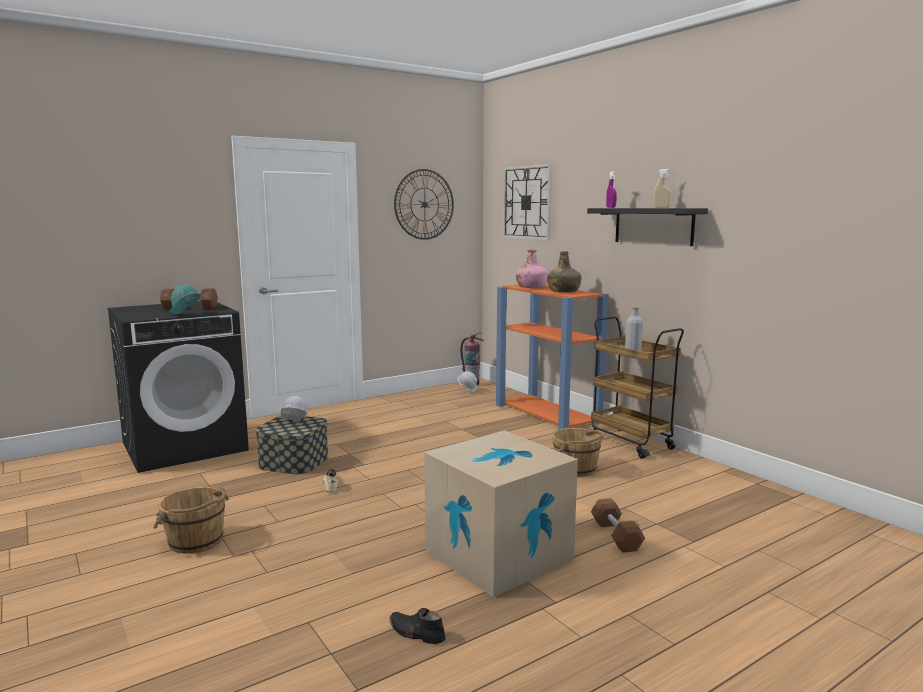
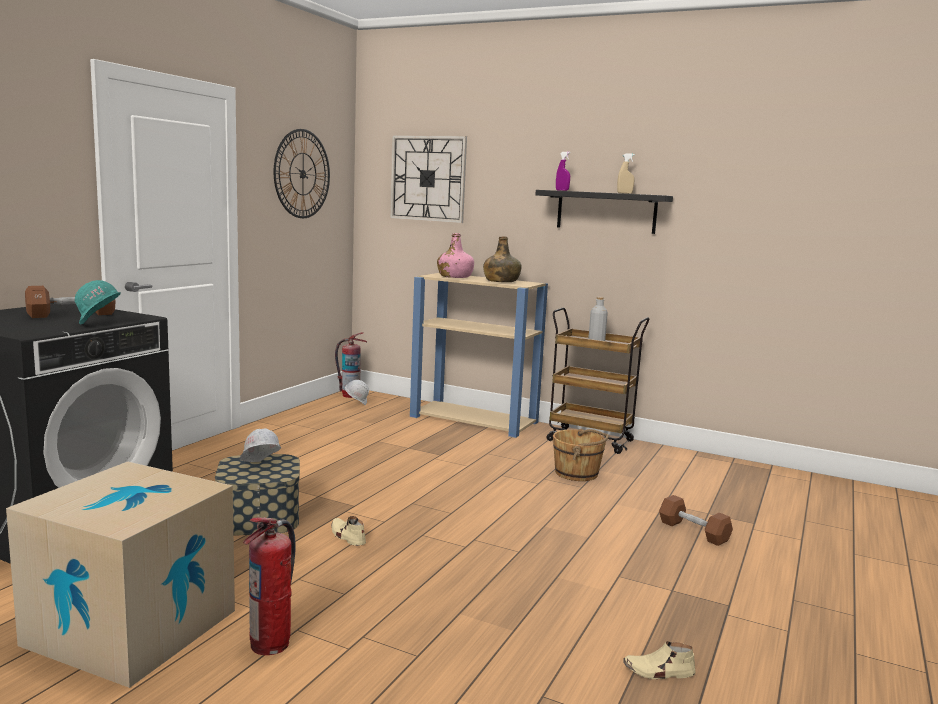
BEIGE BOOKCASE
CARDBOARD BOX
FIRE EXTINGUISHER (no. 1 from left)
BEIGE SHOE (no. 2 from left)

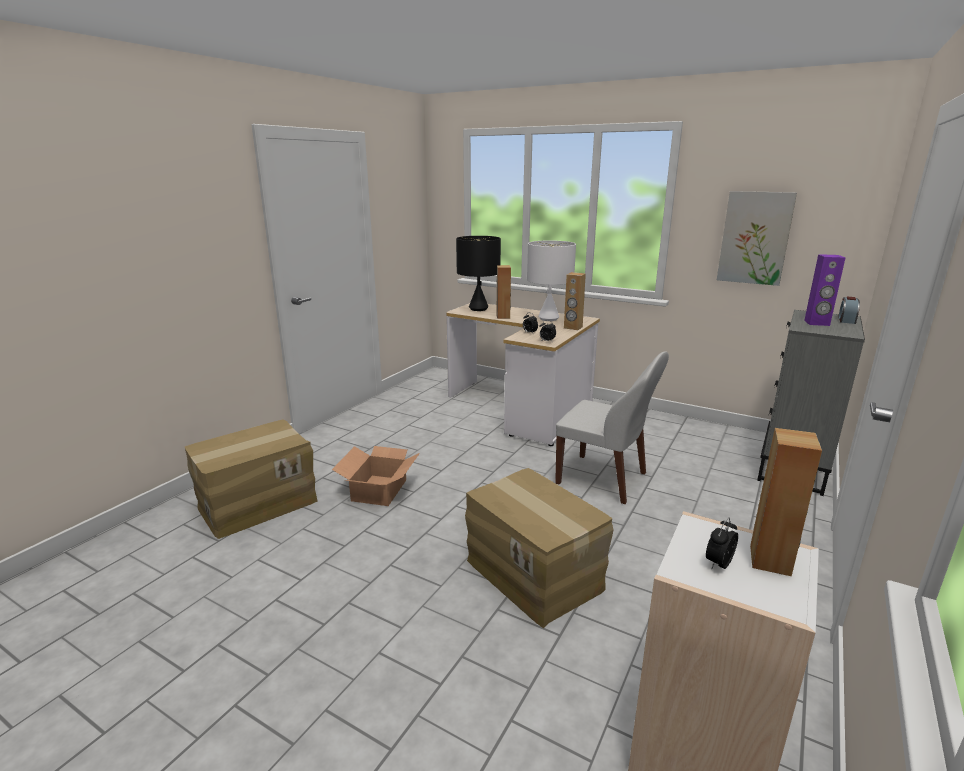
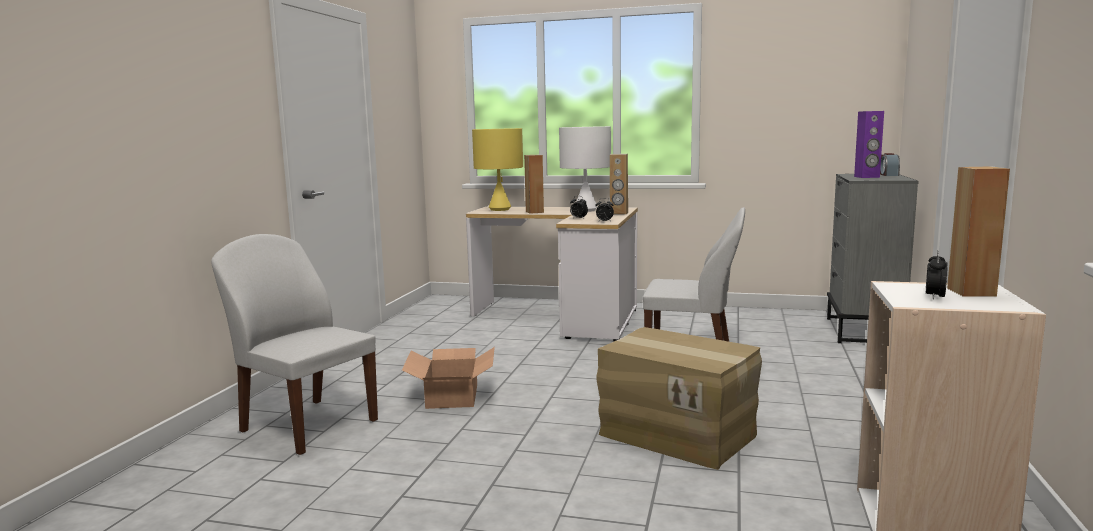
WALL ART
YELLOW-COLOURED TABLETOP LAMP
WHITISH PLAIN CHAIR (no. 1 from left)

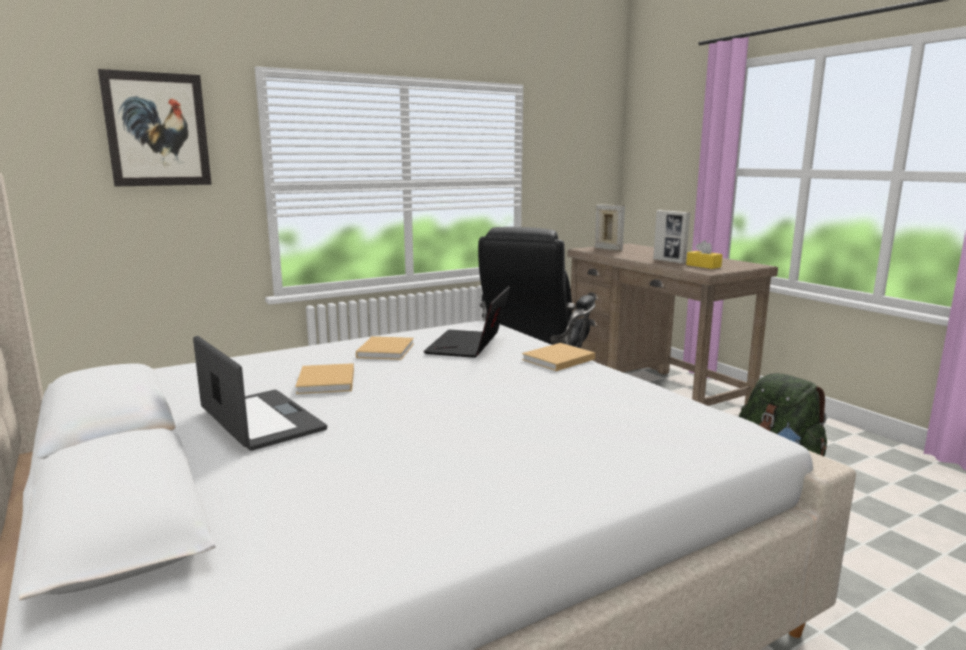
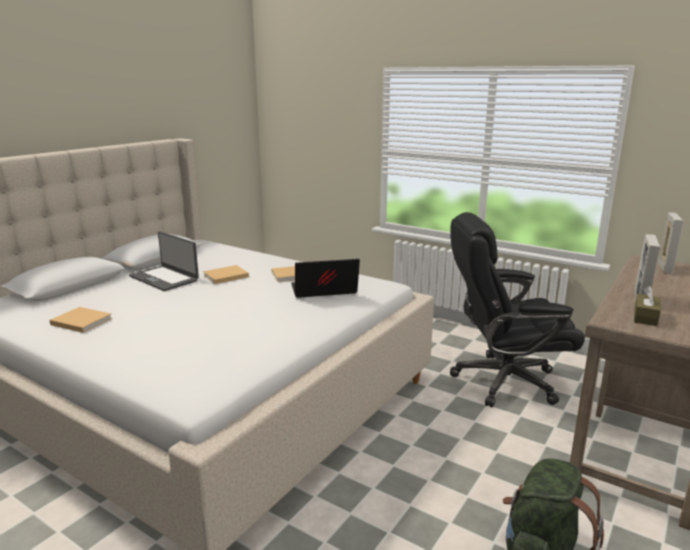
WALL ART
BROWNISH BOX OF TISSUES
PORTABLE COMPUTER (no. 1 from left)
BEIGE BOOK (no. 1 from left)

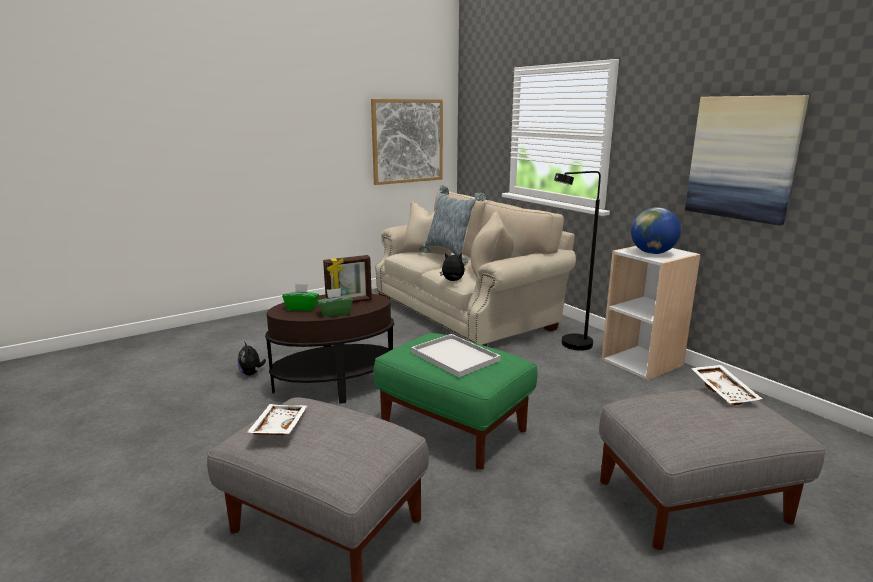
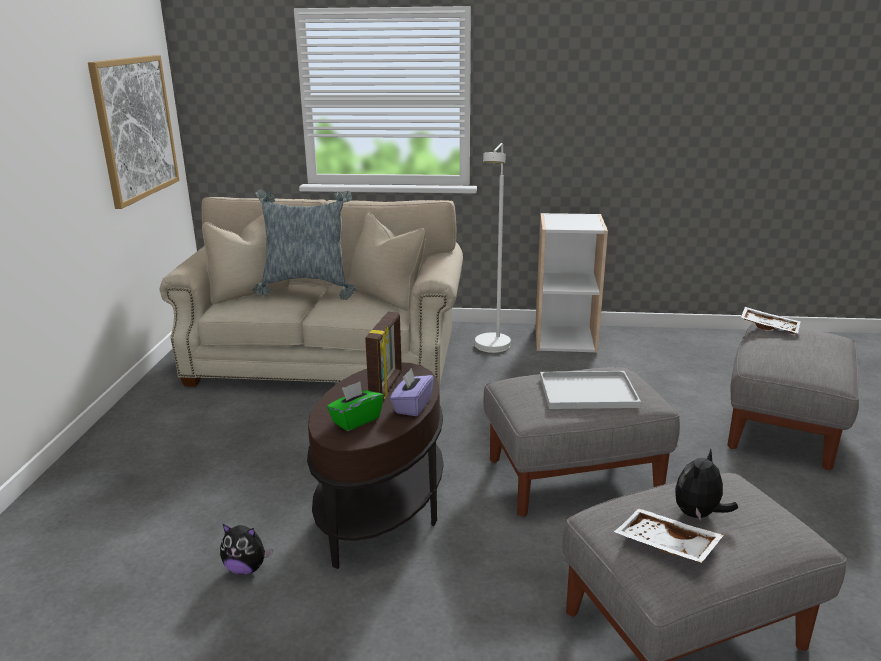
WALL ART (no. 2 from left in the first image)
WHITISH STANDARD LAMP
GLOBE
SOFT TOY (no. 2 from left)
PURPLE BOX OF TISSUES
GREYISH FOOTREST (no. 1 from left)

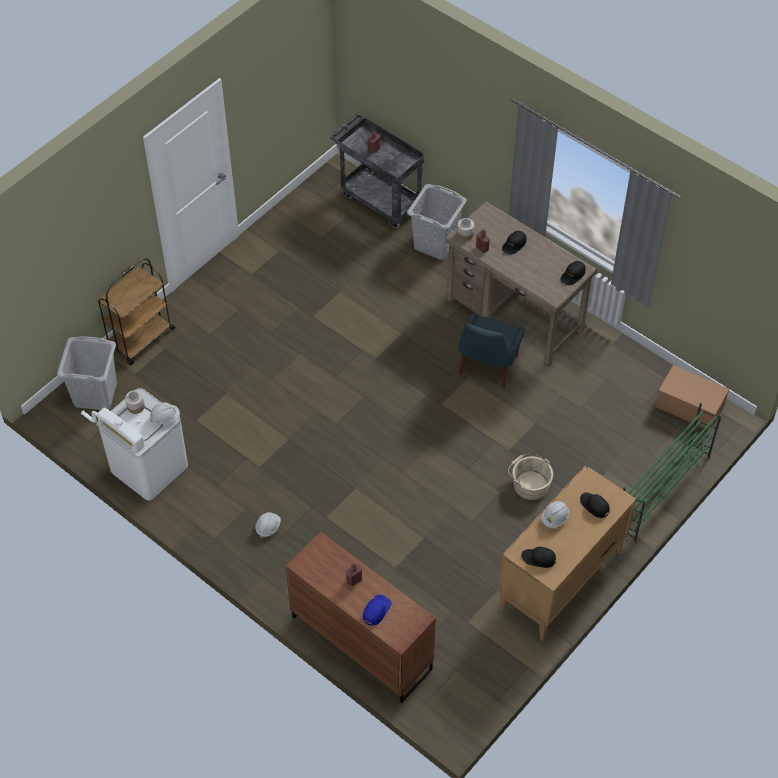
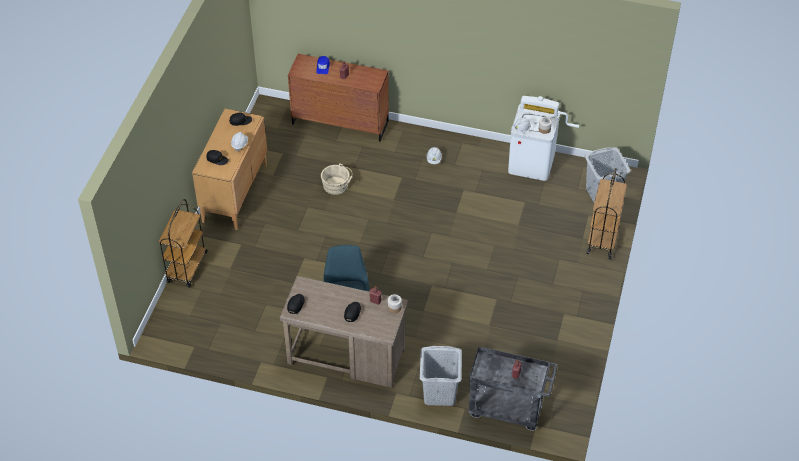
CARDBOARD BOX
BROWNISH TROLLEY (no. 1 from left)
BEIGE BUCKET

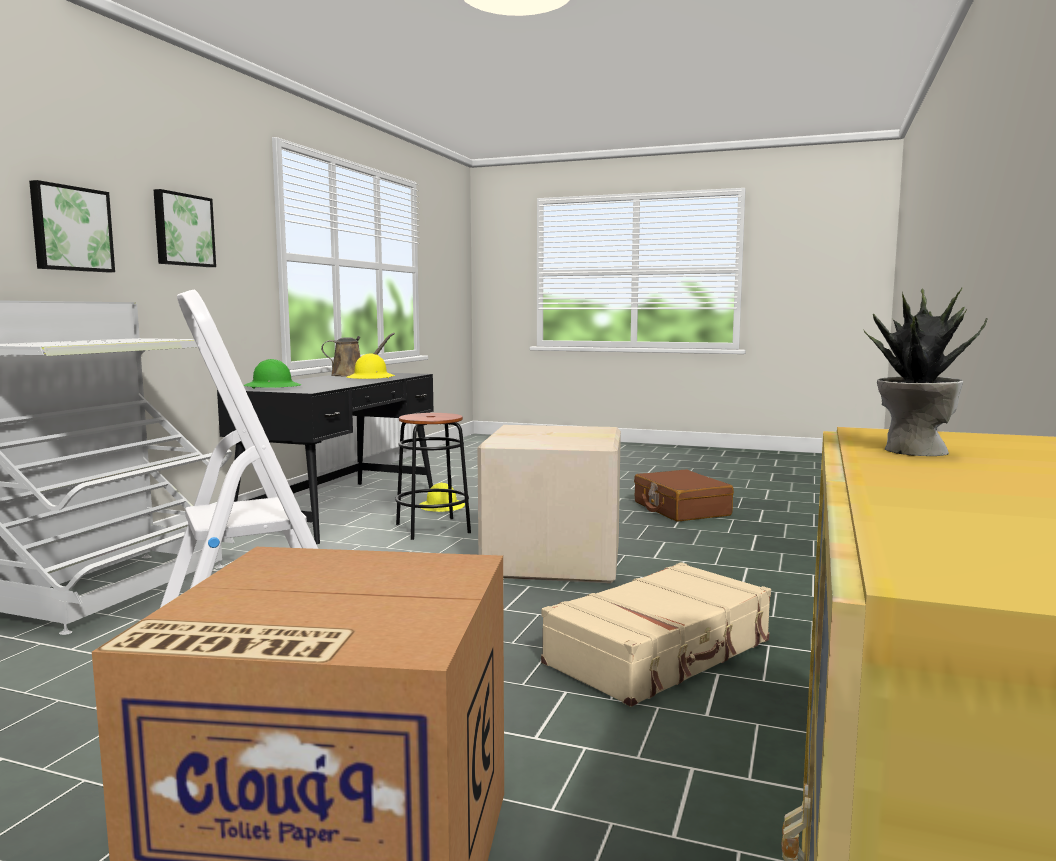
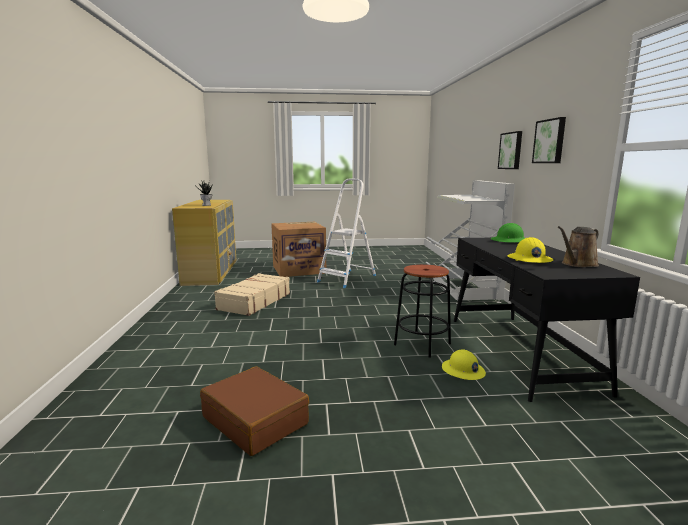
CARDBOARD BOX (no. 2 from left in the first image)

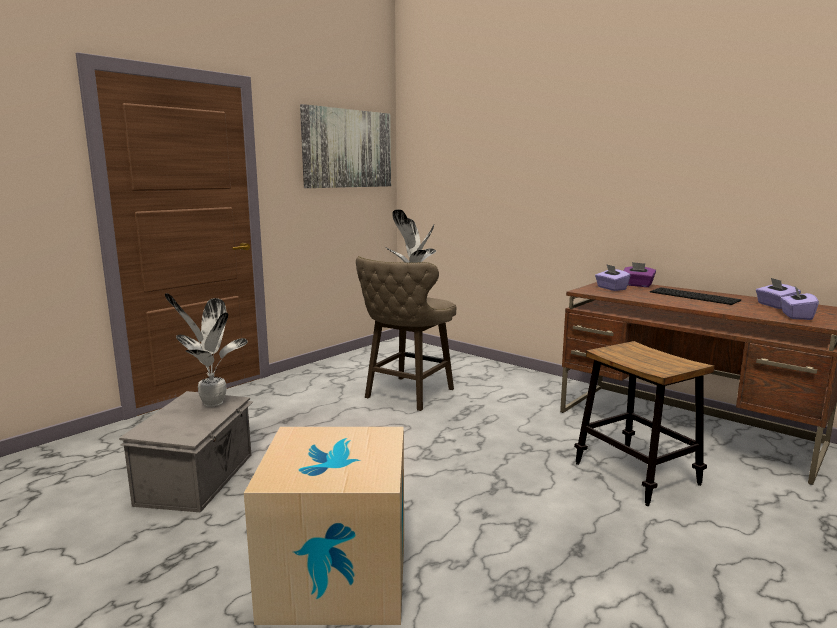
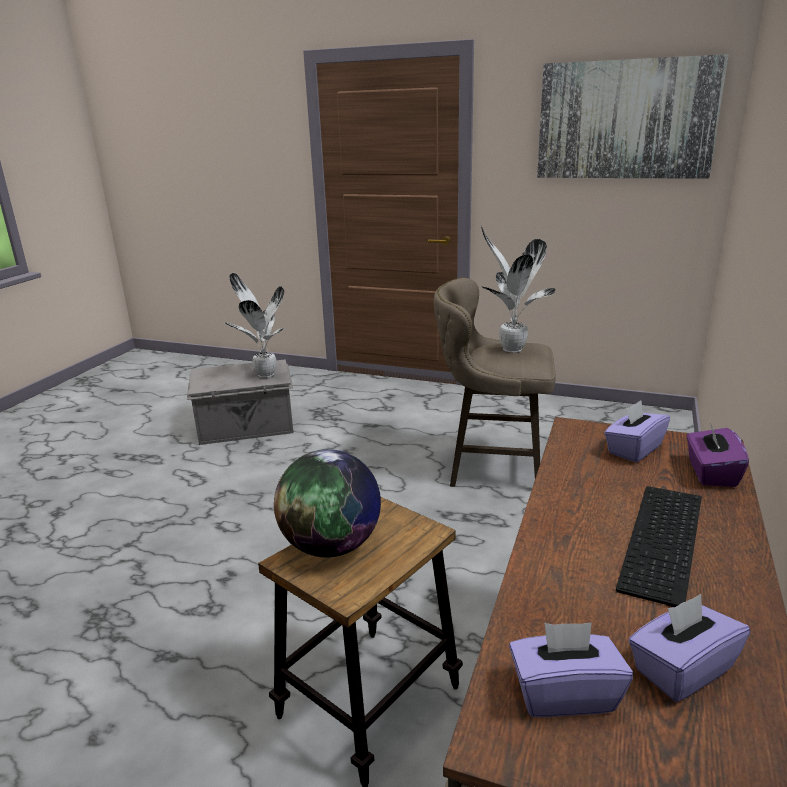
CARDBOARD BOX
GLOBE

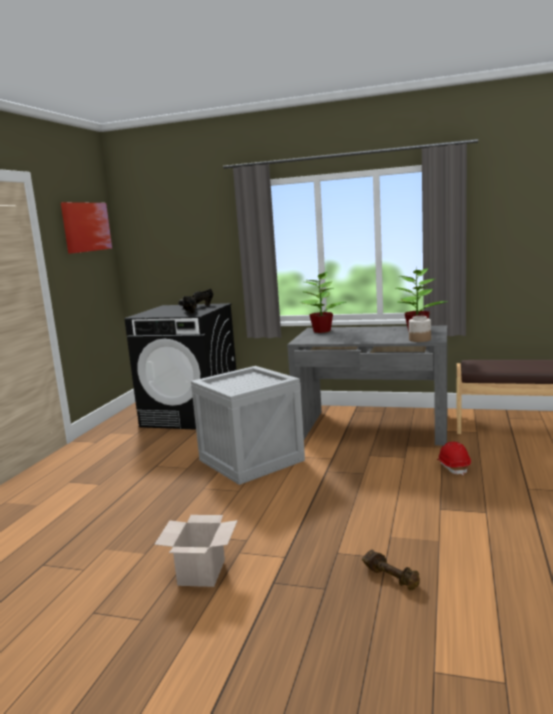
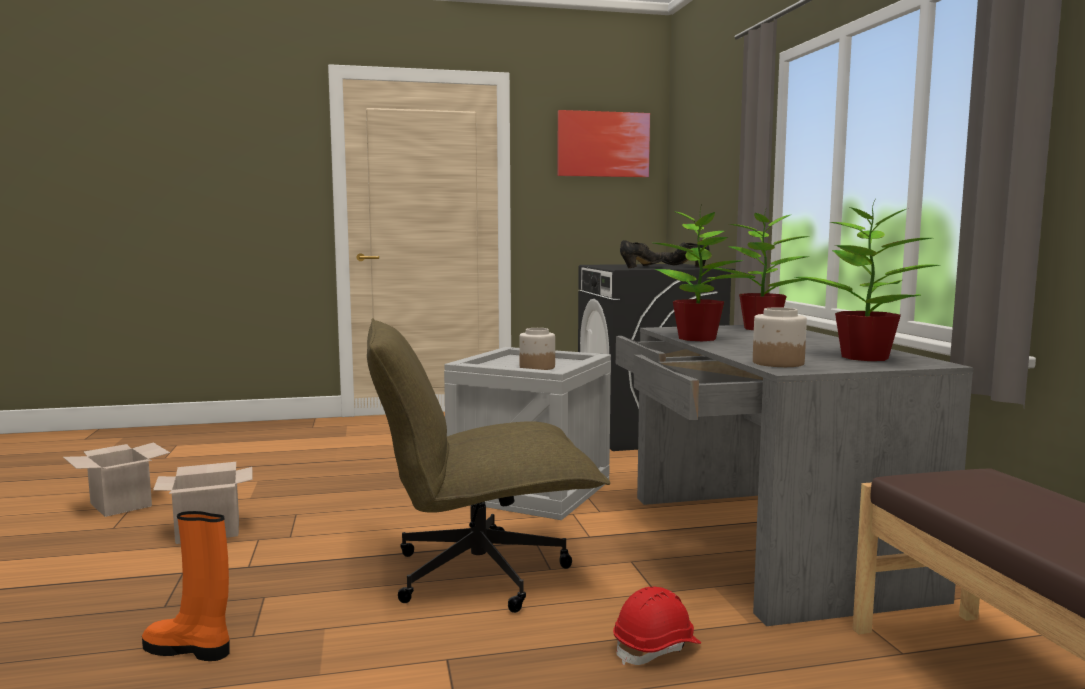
ORANGEY TALL BOOT
HOUSEPLANT (no. 1 from left)
BEIGE DESK CHAIR
PRESERVE JAR (no. 1 from left)
CARDBOARD BOX (no. 1 from left)

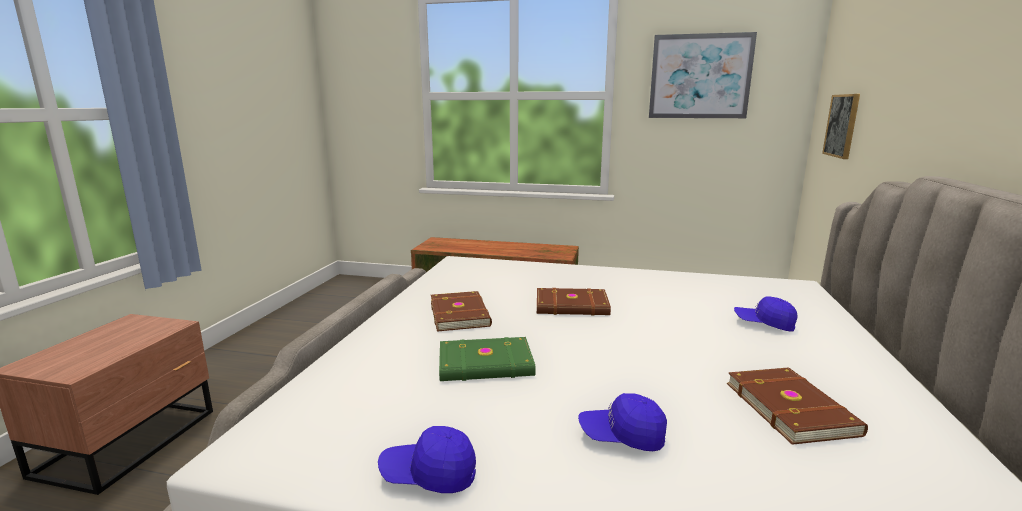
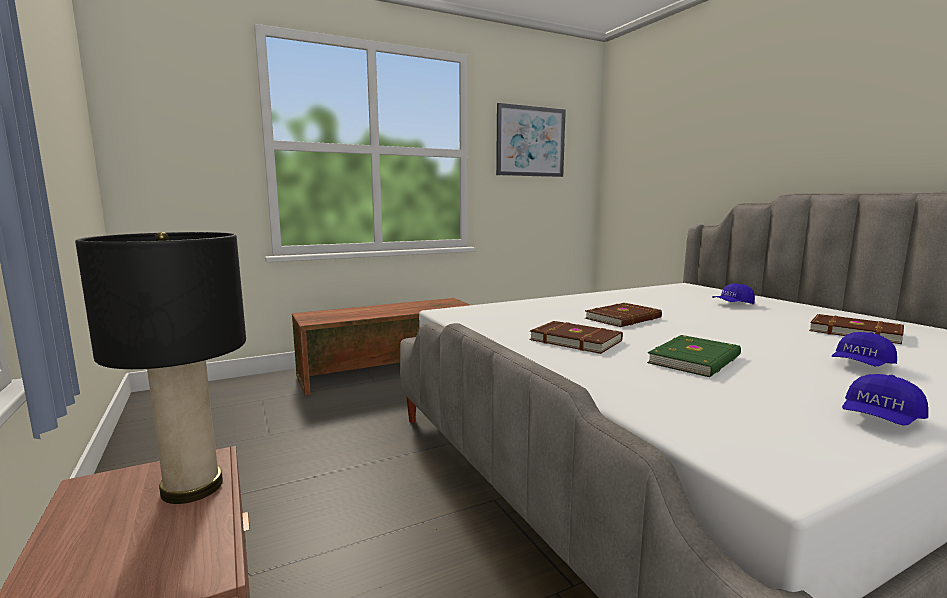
WALL ART (no. 2 from left in the first image)
BLACKISH TABLETOP LAMP

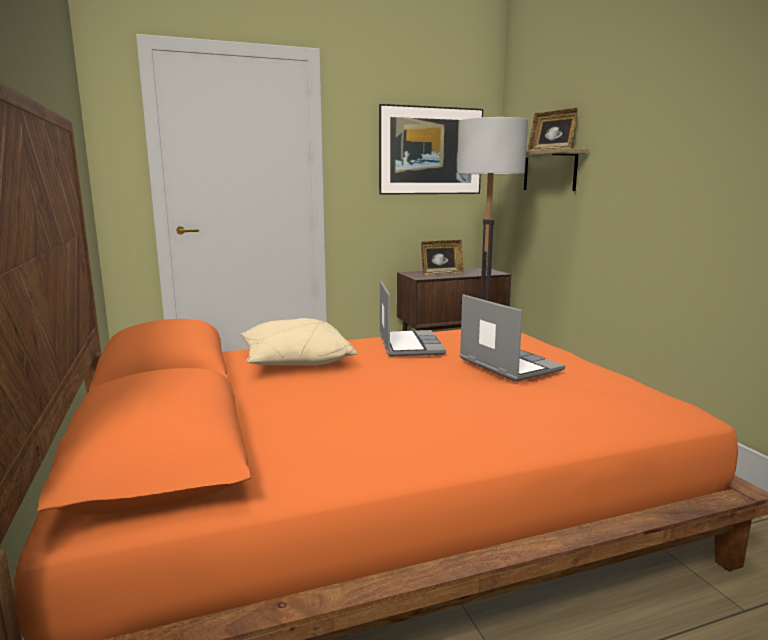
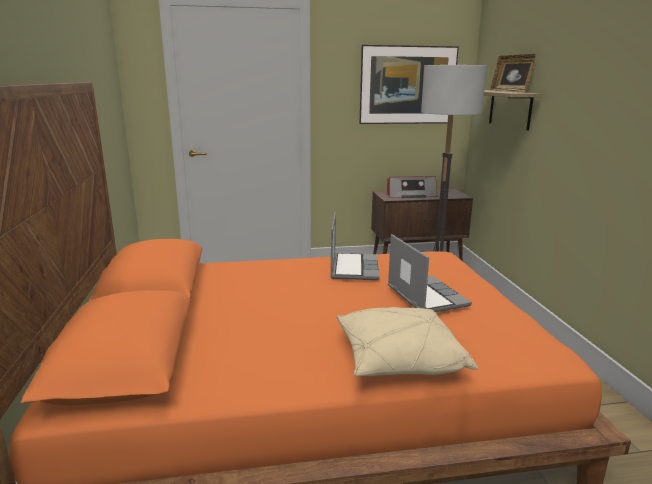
RADIO RECEIVER
BEIGE THROW PILLOW

